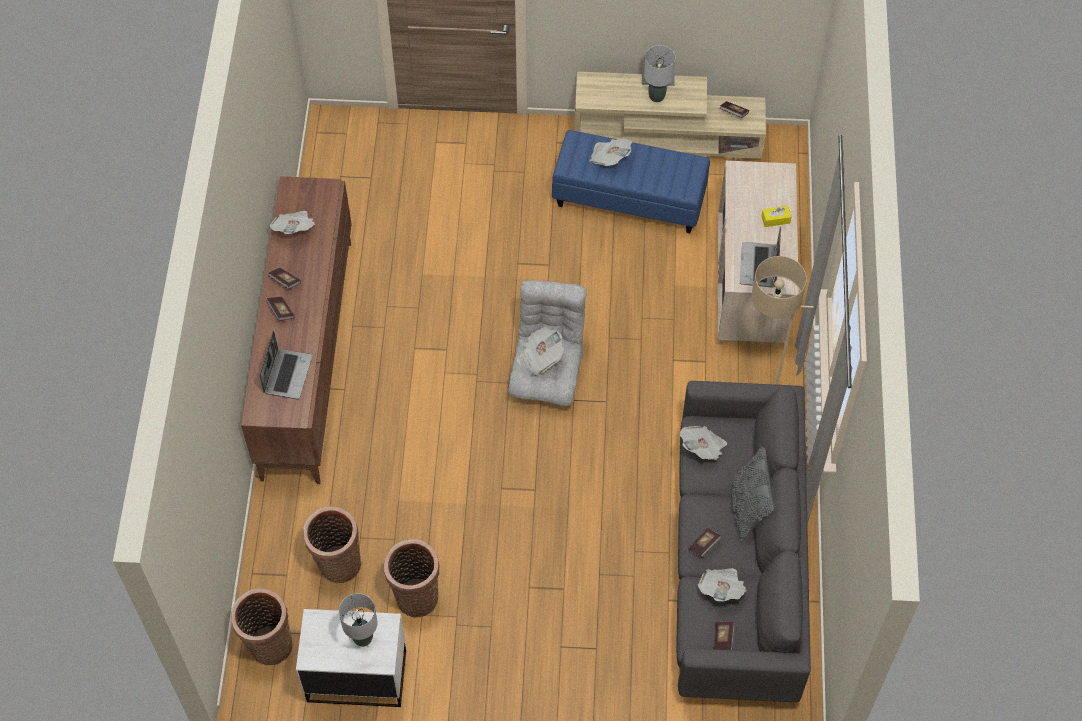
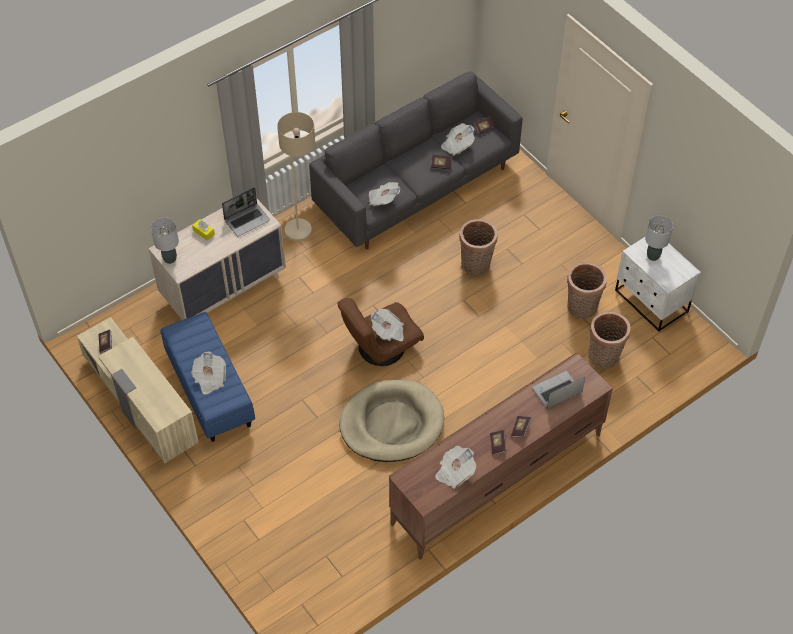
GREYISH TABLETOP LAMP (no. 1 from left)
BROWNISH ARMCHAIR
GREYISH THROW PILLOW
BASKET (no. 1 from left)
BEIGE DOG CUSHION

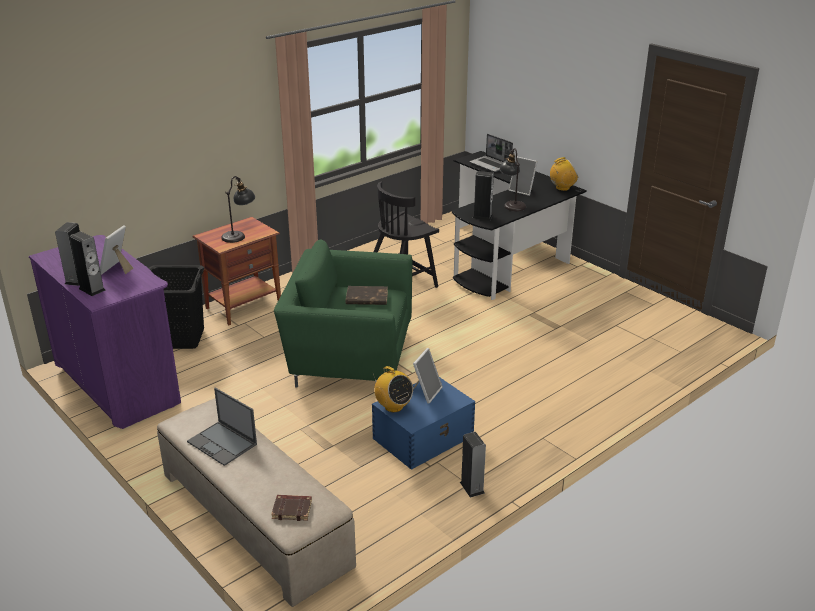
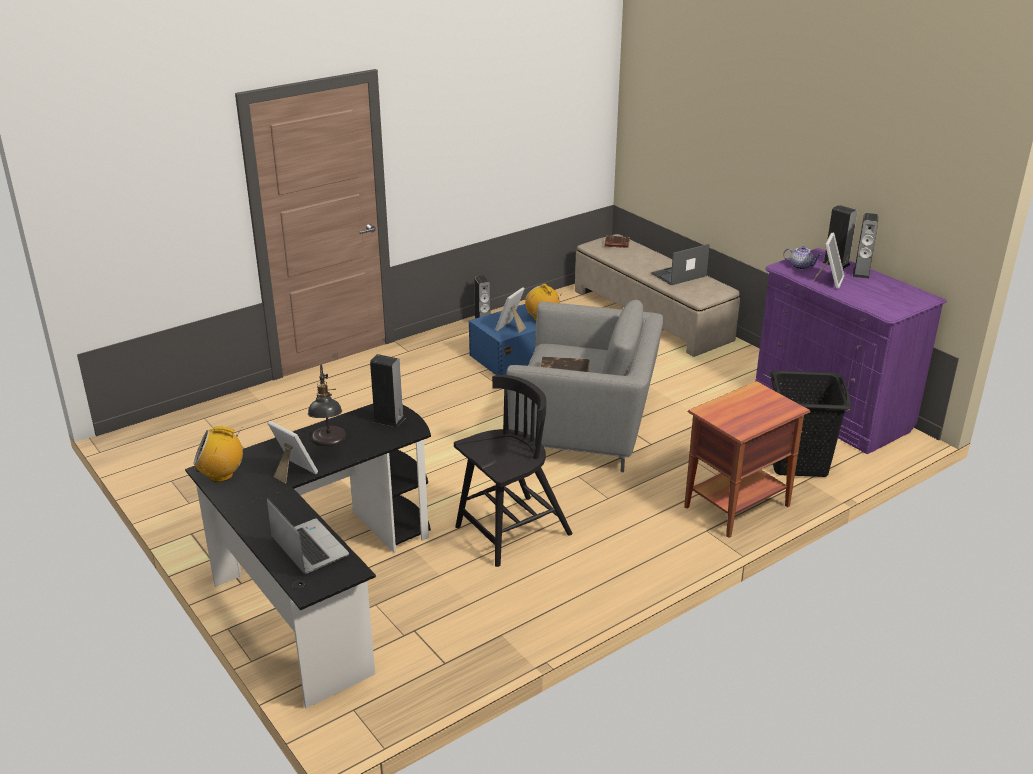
GREYISH TABLETOP LAMP (no. 1 from left in the first image)
GREYISH ARMCHAIR
PORTABLE COMPUTER (no. 2 from left)
TEA POT

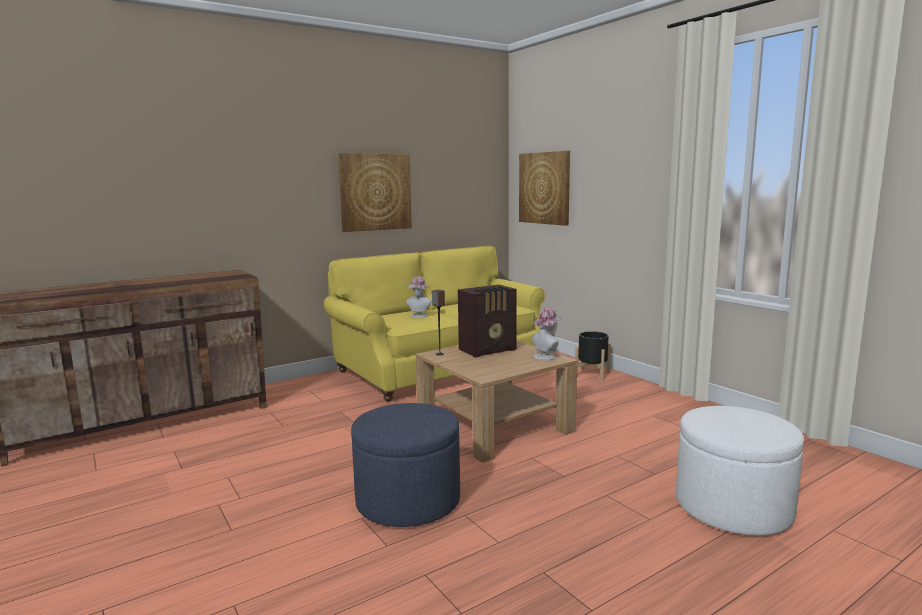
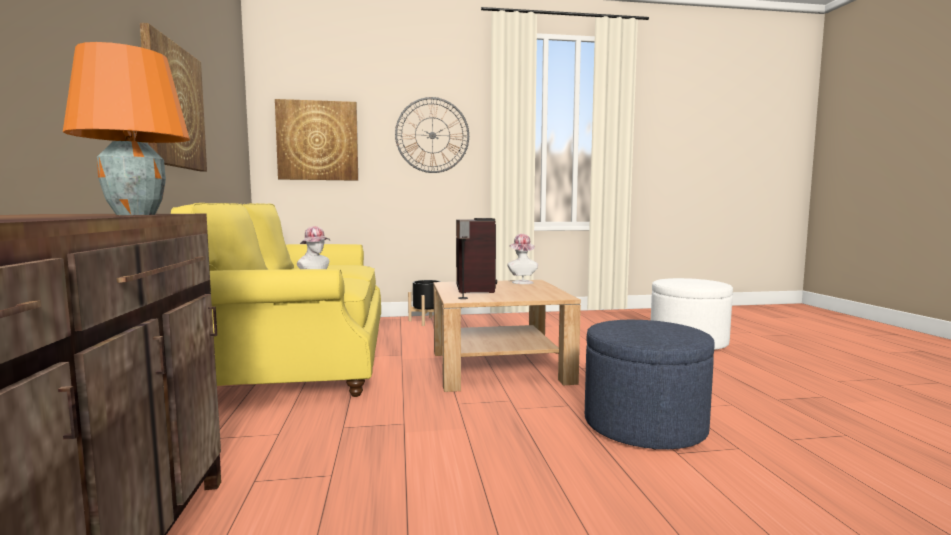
ORANGEY TABLETOP LAMP
WALL CLOCK

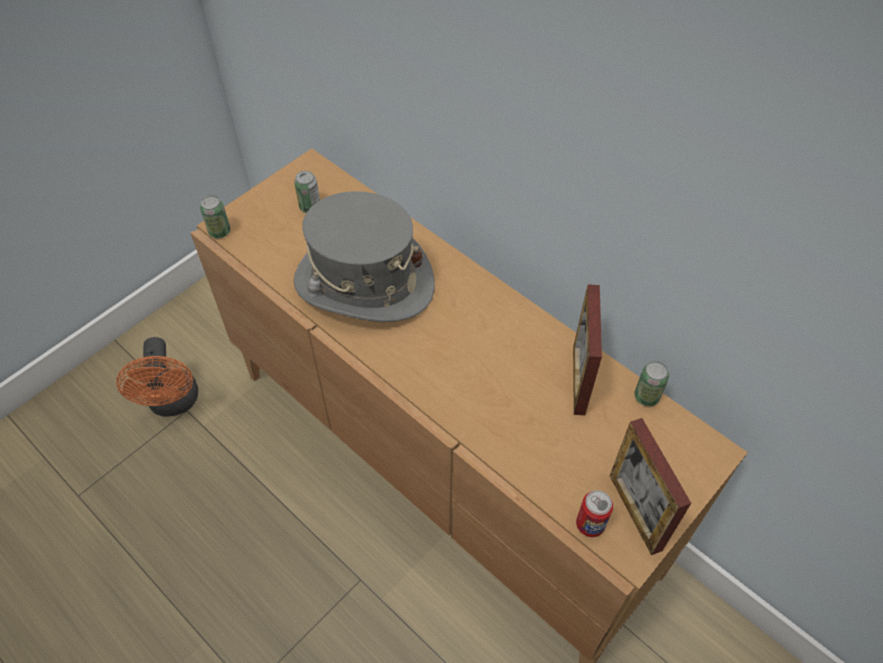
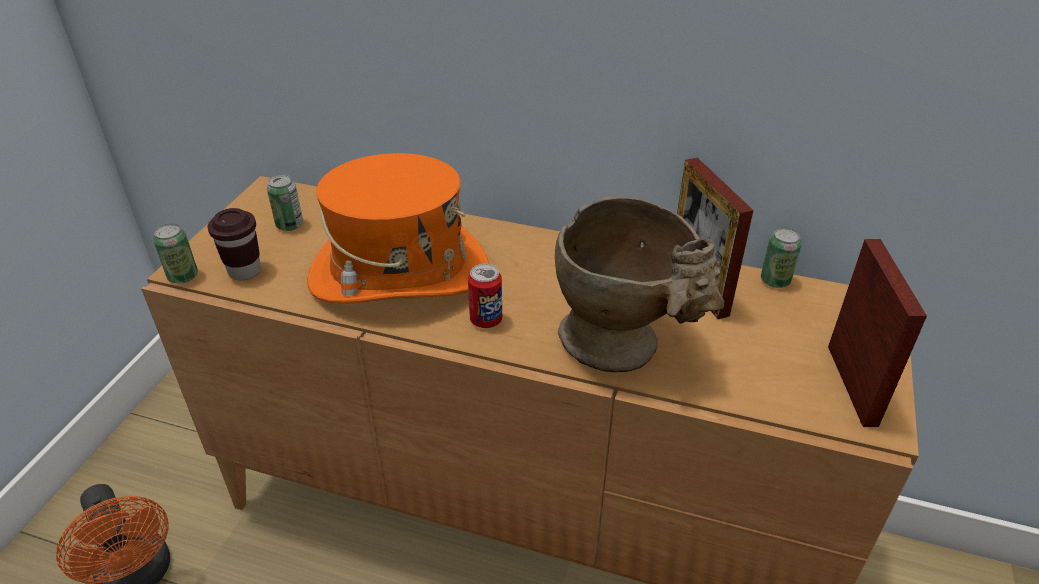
ORANGEY HAT
PHOTO FRAME (no. 2 from left)
CAN (no. 3 from left)
BEIGE DECORATIVE VASE
BROWNISH SMALL CUP

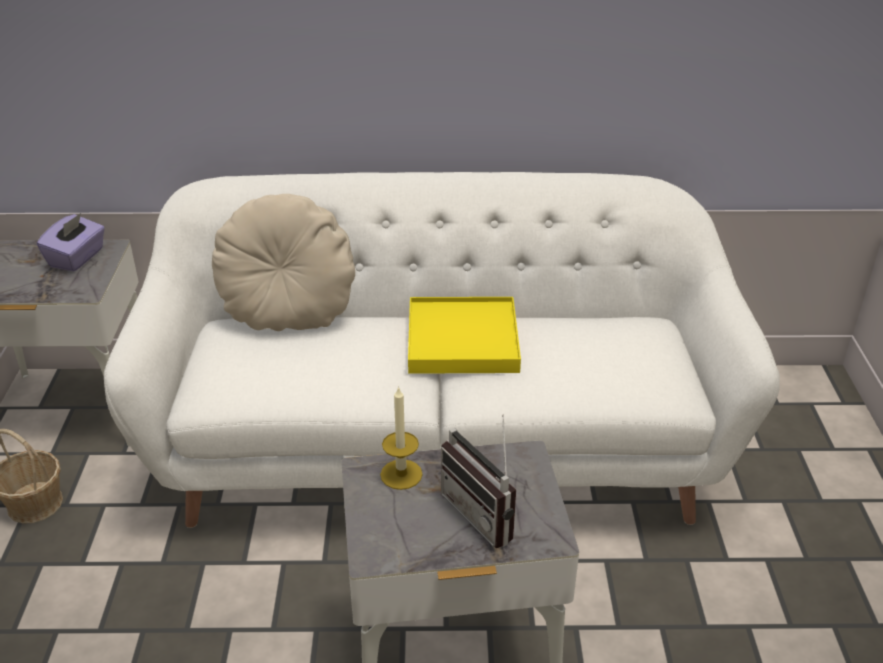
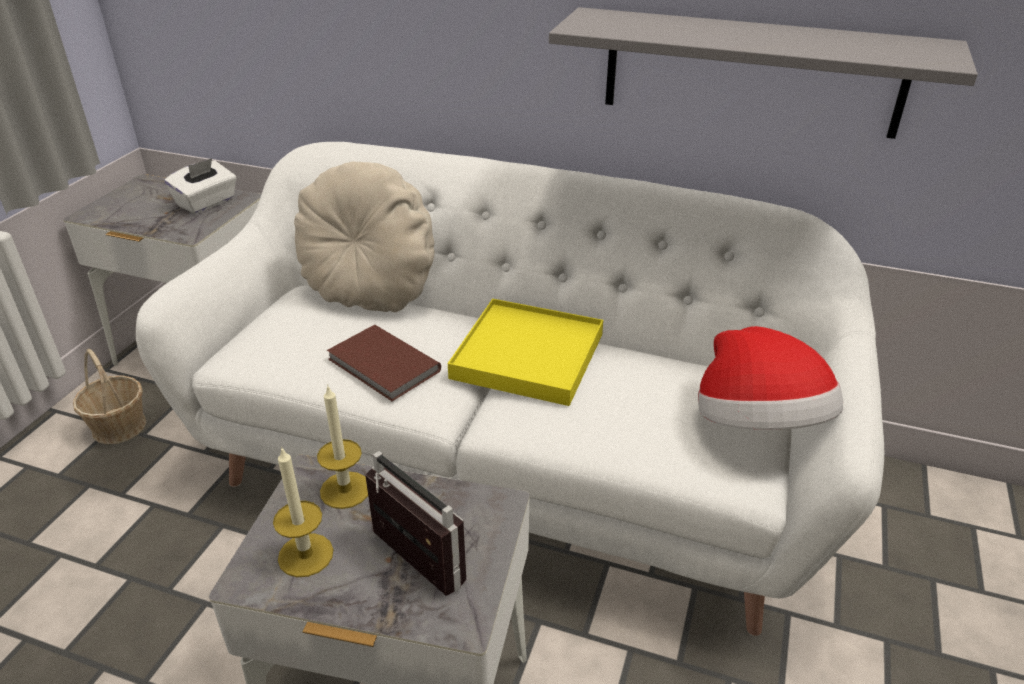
WHITISH BOX OF TISSUES
RADIO RECEIVER
GREYISH BRACKET SHELF
BROWNISH BOOK
HAT
WAX CANDLE (no. 1 from left)

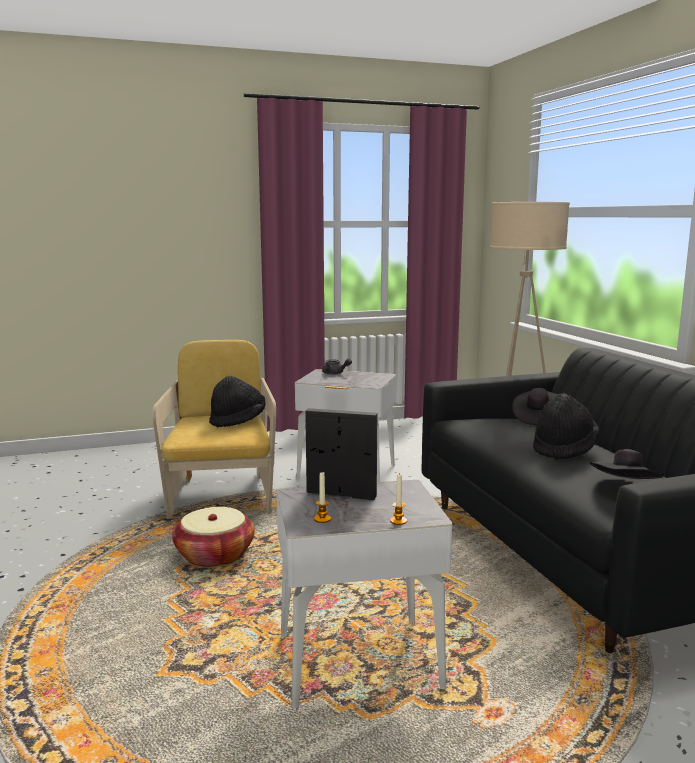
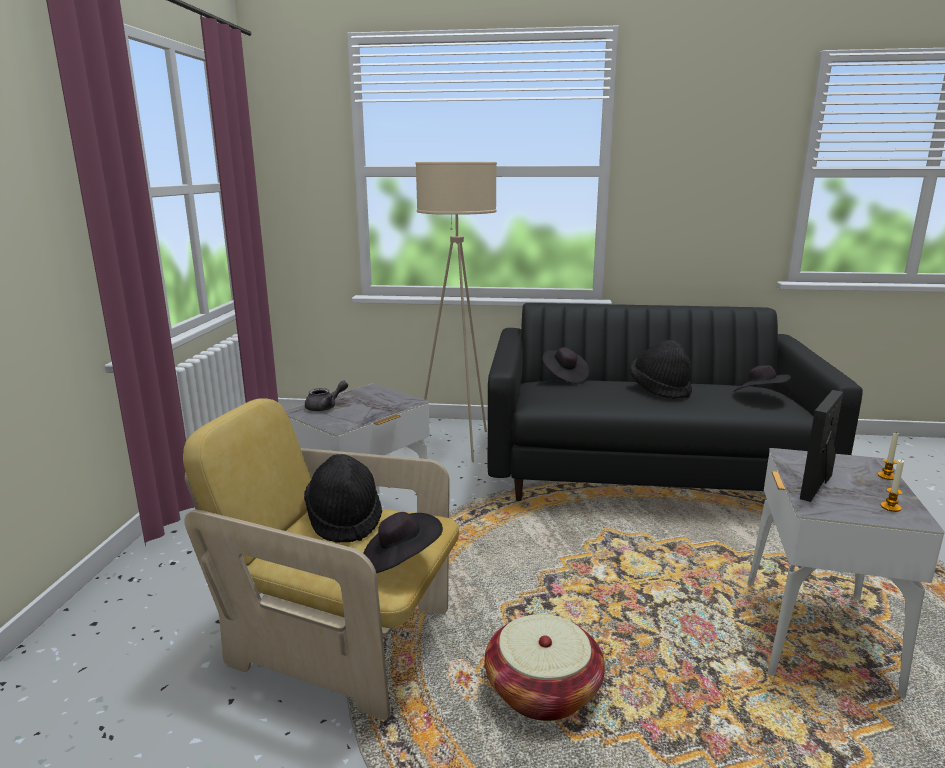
BLACKISH HAT (no. 2 from left)

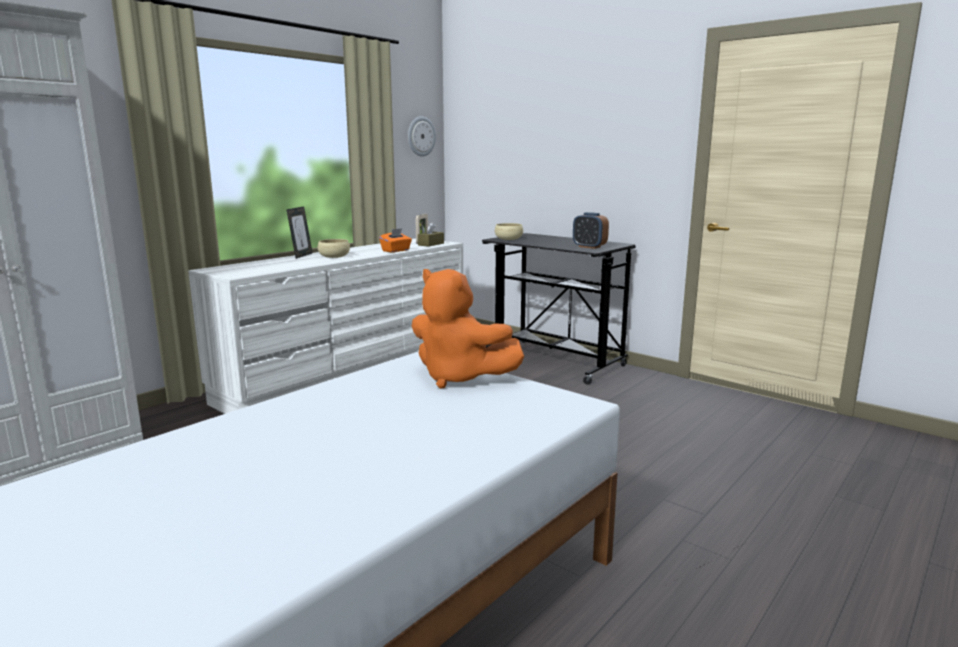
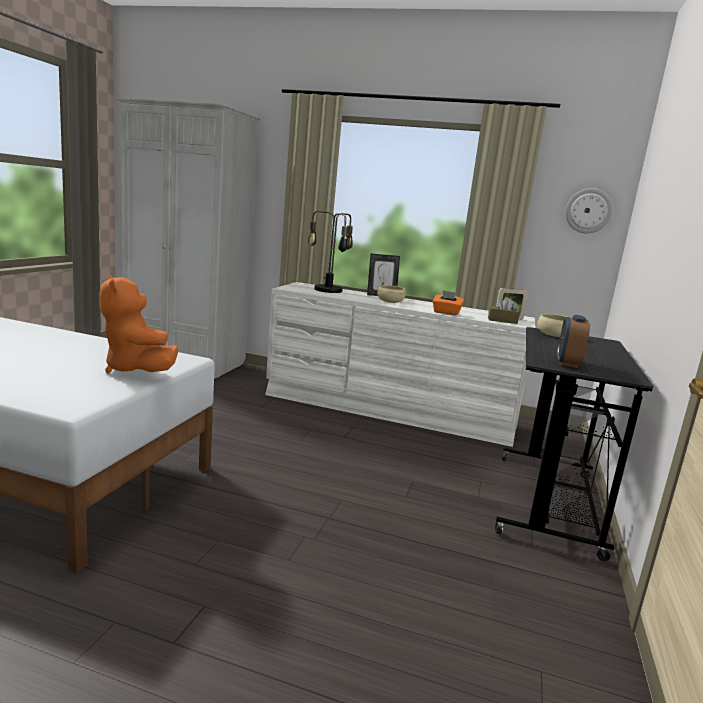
ORANGEY SOFT TOY
TABLETOP LAMP

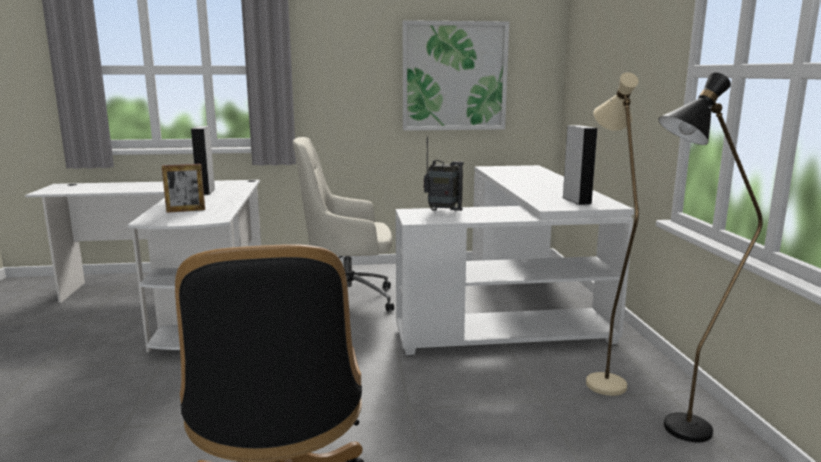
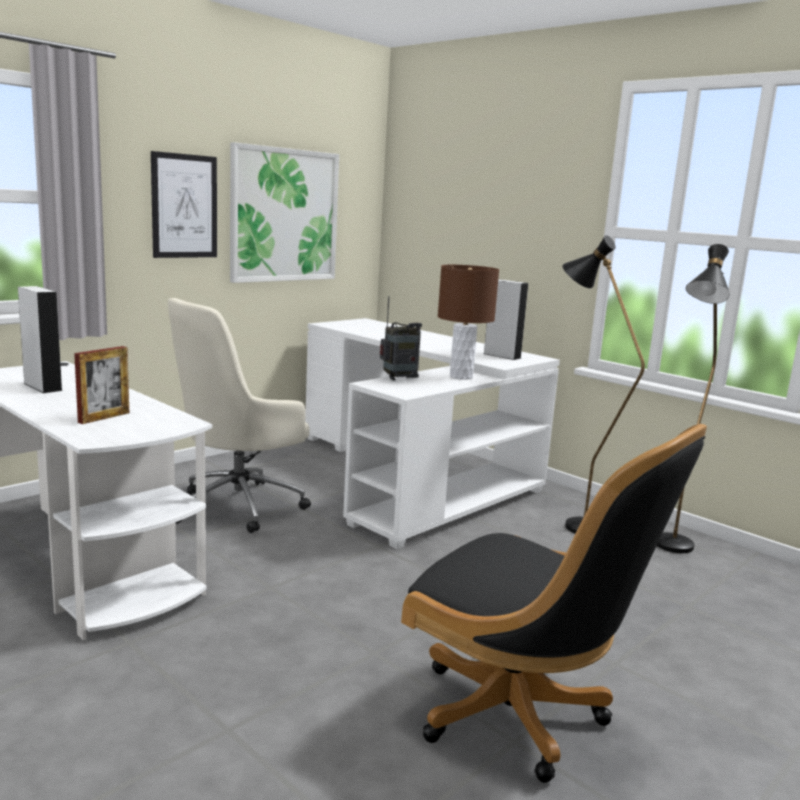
BLACKISH STANDARD LAMP (no. 1 from left)
WALL ART (no. 1 from left)
BROWNISH TABLETOP LAMP

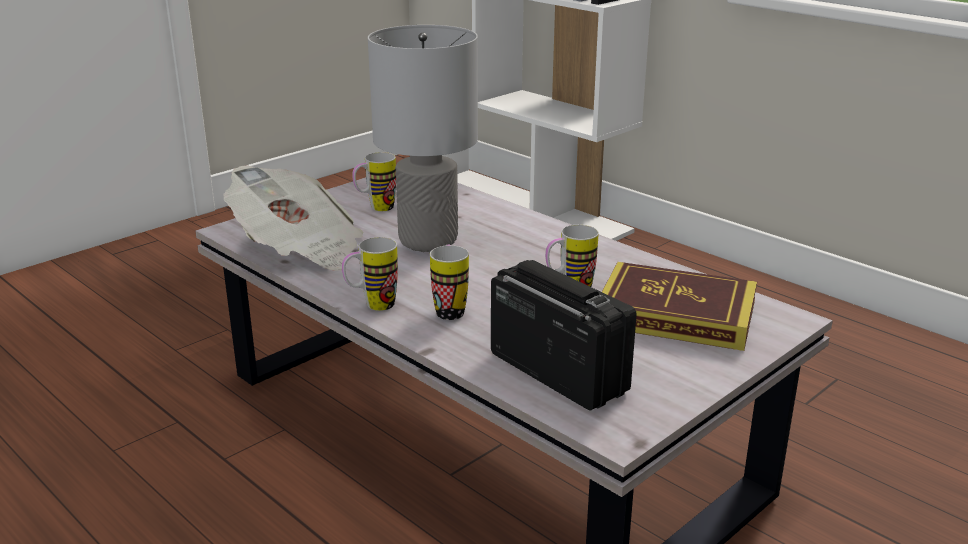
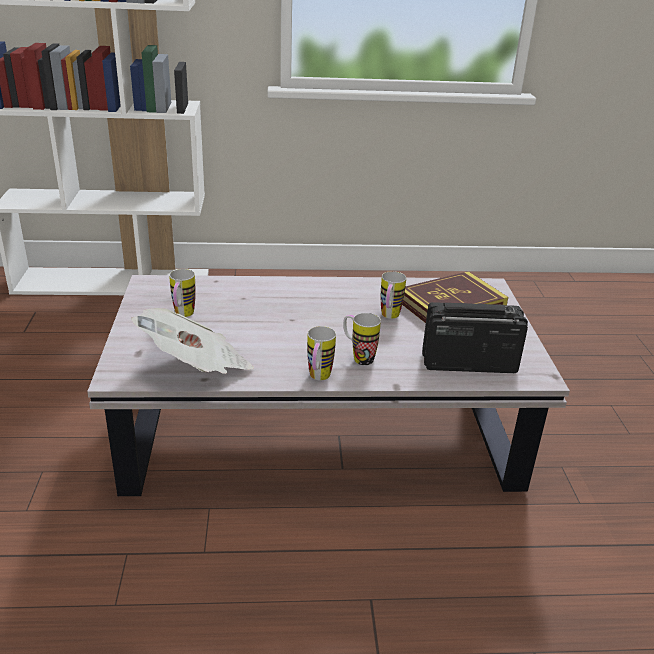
GREYISH TABLETOP LAMP

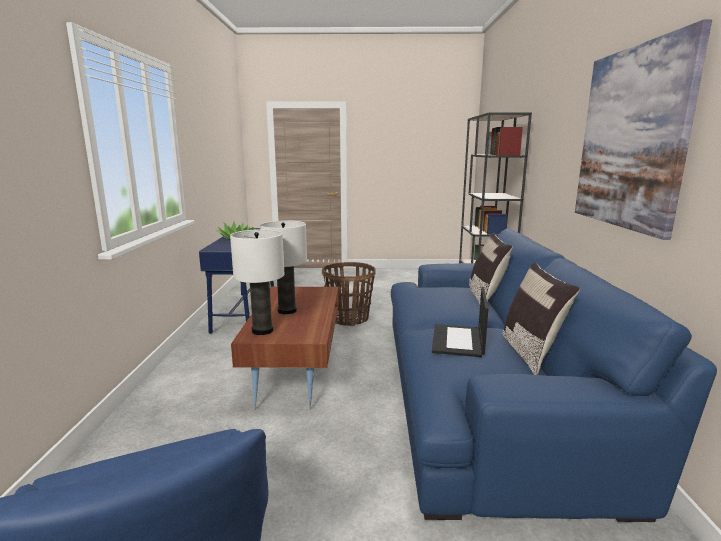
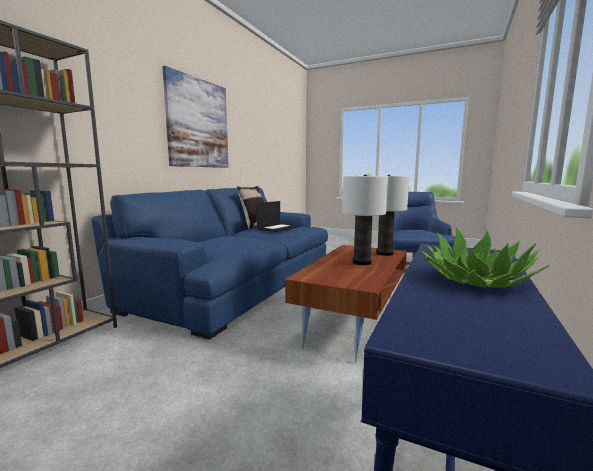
THROW PILLOW (no. 1 from left in the first image)
BASKET

